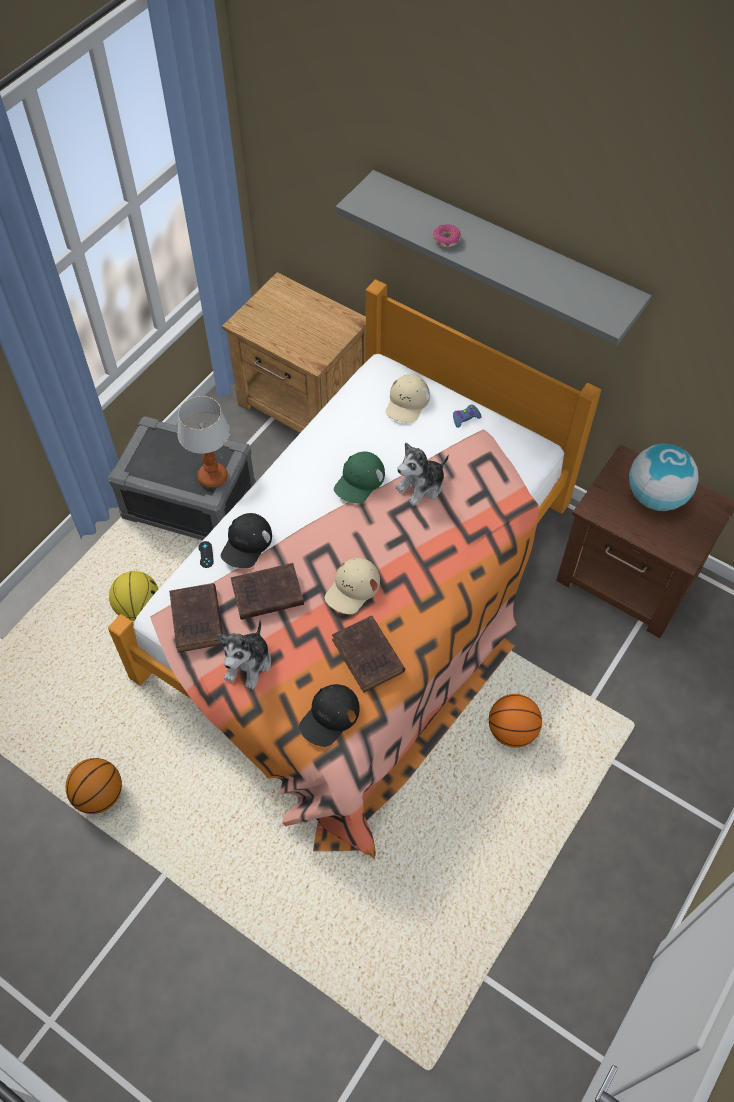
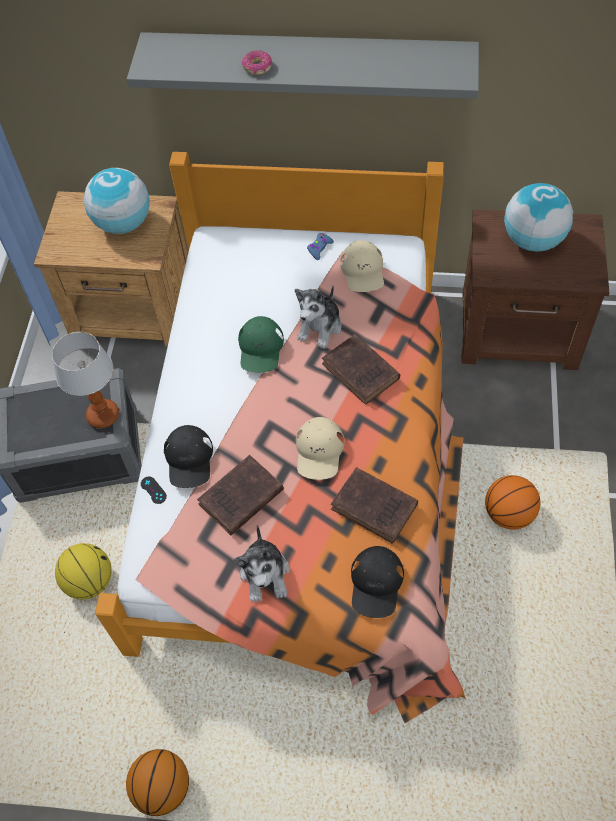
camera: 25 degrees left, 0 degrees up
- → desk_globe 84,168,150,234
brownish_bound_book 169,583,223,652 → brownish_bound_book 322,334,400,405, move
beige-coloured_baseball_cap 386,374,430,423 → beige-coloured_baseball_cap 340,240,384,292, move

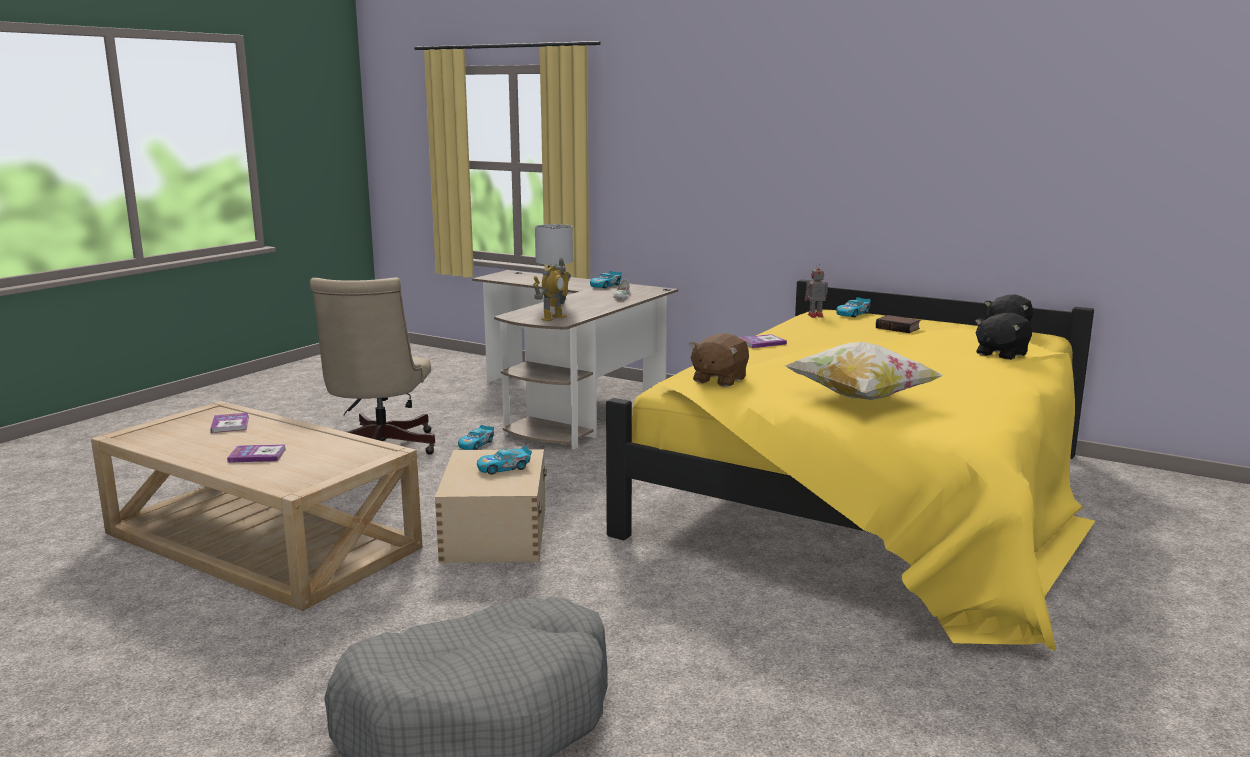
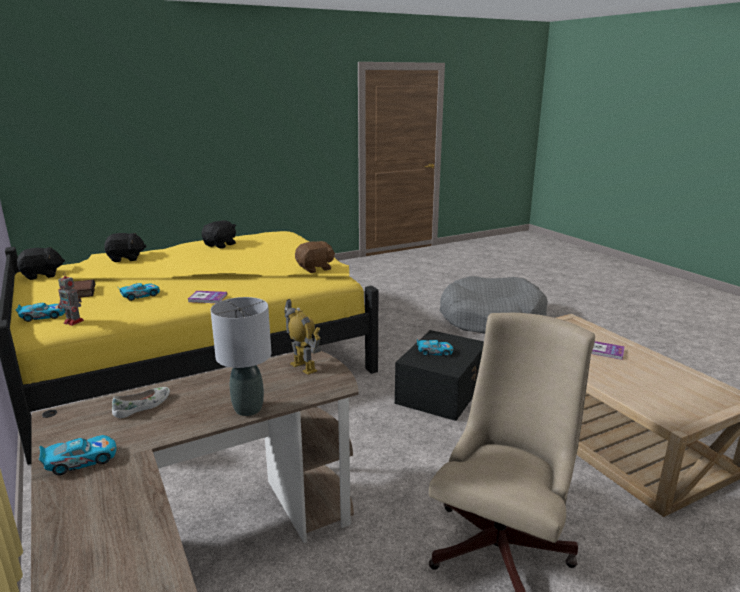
camera: 150 degrees left, 5 degrees up
bound_book 210,413,249,433 → -
throw_pillow 783,342,944,400 → -
- → black-coloured_cuddly_toy 201,220,236,248
model_car 458,425,494,450 → model_car 117,283,160,301, move
beige-coloured_storage_container 435,449,547,563 → black-coloured_storage_container 395,330,484,421
toy_robot 533,258,571,321 → toy_robot 284,299,321,375, 75 degrees clockwise

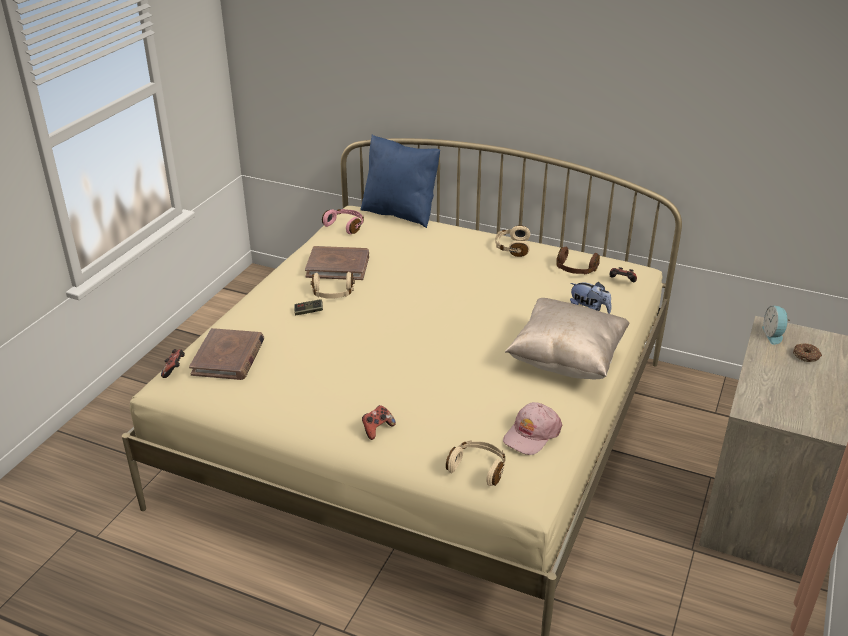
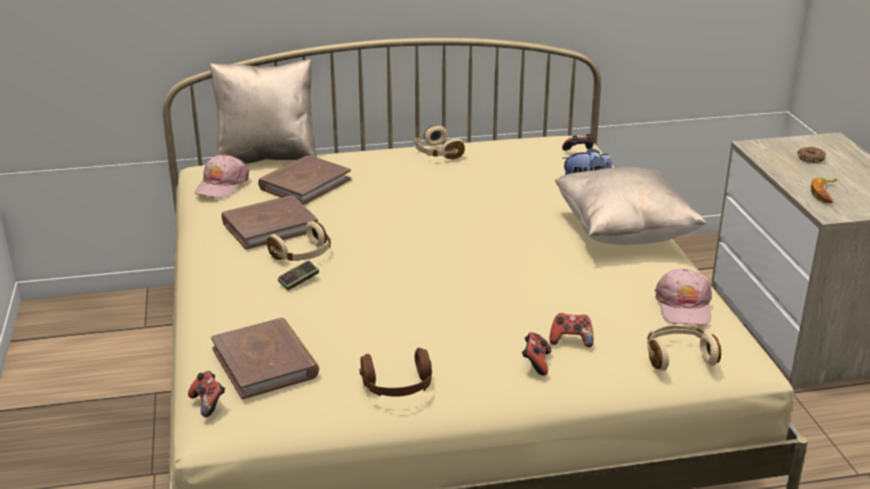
camera: 35 degrees left, 5 degrees down
table_clock 762,305,790,345 → -
- → brownish_bound_book 258,155,351,205
- → gamepad 549,313,593,347
- → banana 811,178,838,203
brownish_headset 556,247,600,275 → brownish_headset 360,348,432,397, move
pinkish_headset 322,209,364,234 → pinkish_baseball_cap 195,154,249,198
blue_throw_pillow 360,135,440,228 → beige-coloured_throw_pillow 209,59,317,164

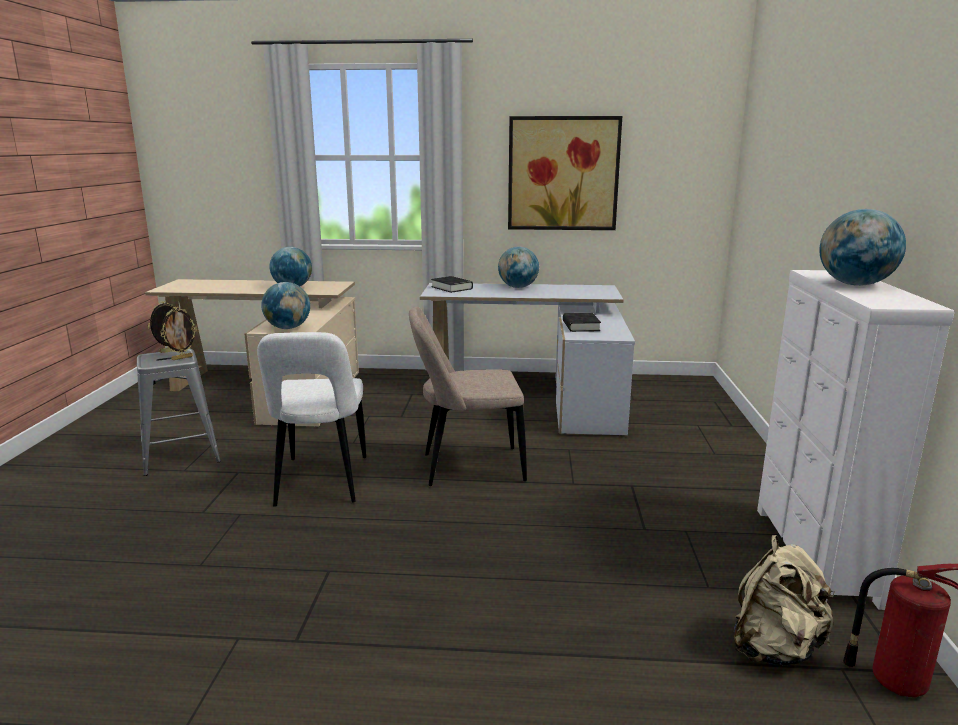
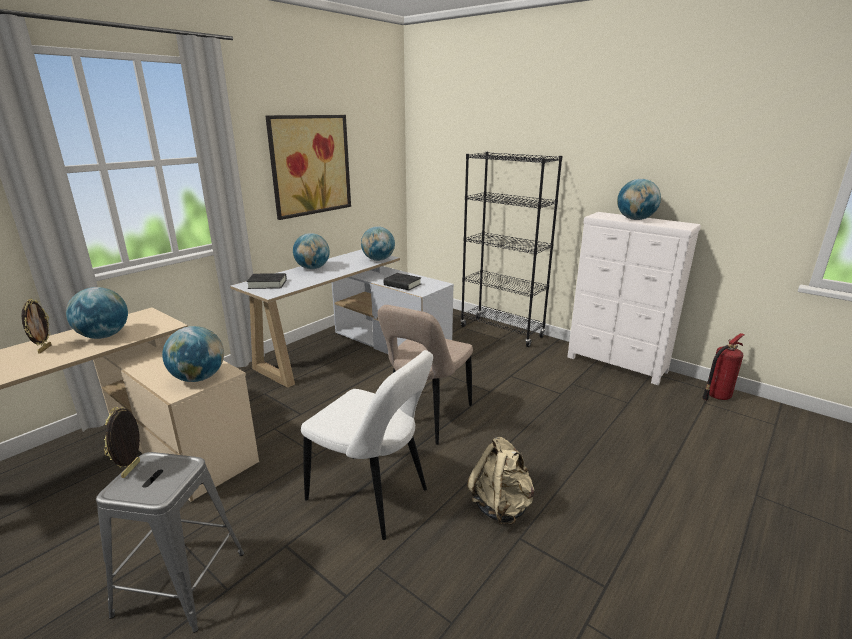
camera: 55 degrees left, 5 degrees up
- → desk_globe 361,226,395,261
- → black-coloured_bookshelf 460,152,563,347
photo_frame 160,307,197,360 → photo_frame 21,299,51,354, move
beige-coloured_knapsack 734,535,835,666 → beige-coloured_knapsack 467,437,534,525, move

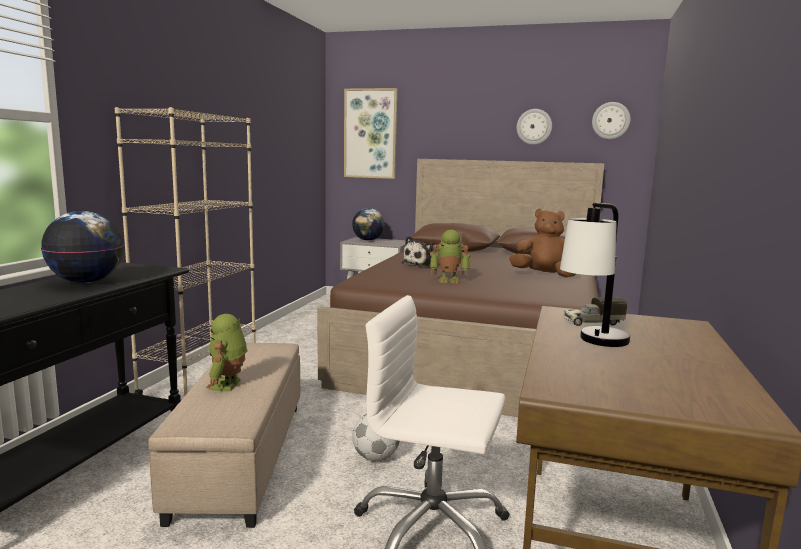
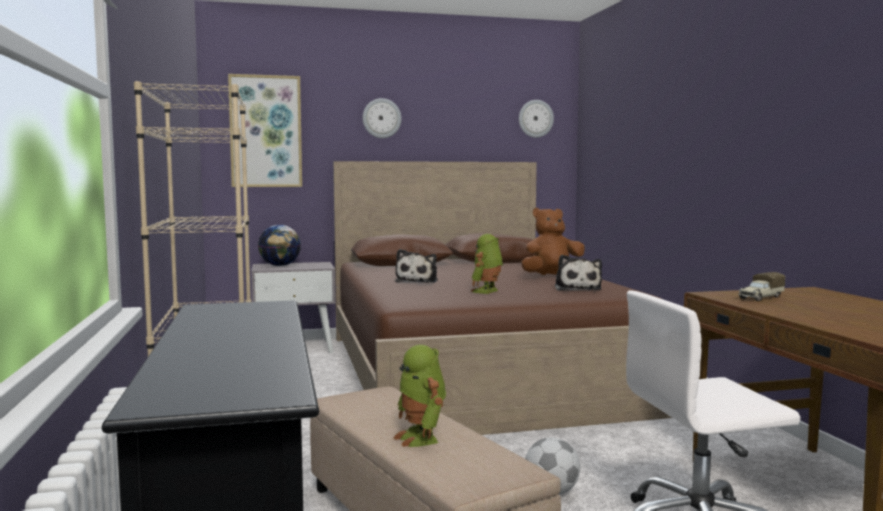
camera: 30 degrees left, 5 degrees down
desk_globe 41,211,123,283 → -
tabletop_lamp 560,203,630,347 → -
- → cuddly_toy 555,255,602,291
wall_clock 517,109,552,145 → wall_clock 363,98,402,138, move
toy_robot 430,230,470,284 → toy_robot 470,234,503,294, 150 degrees clockwise

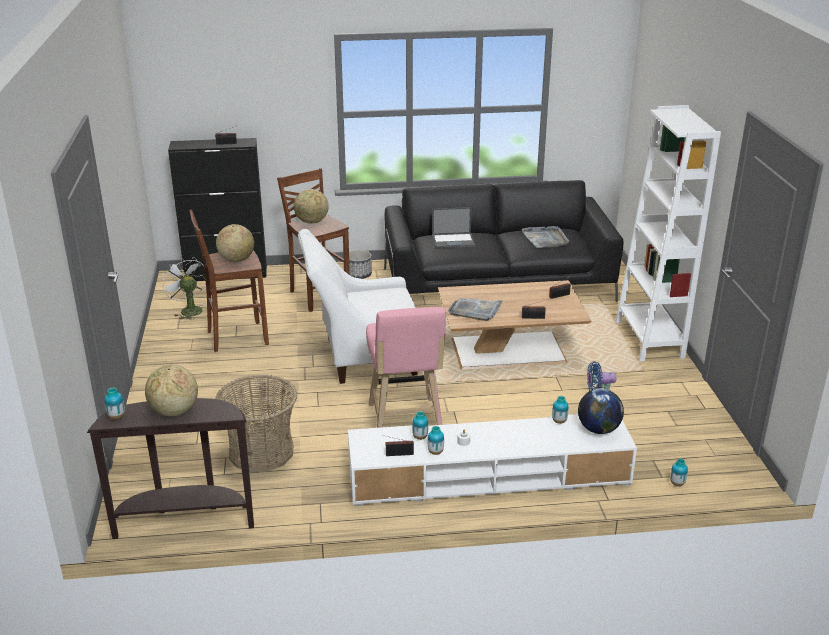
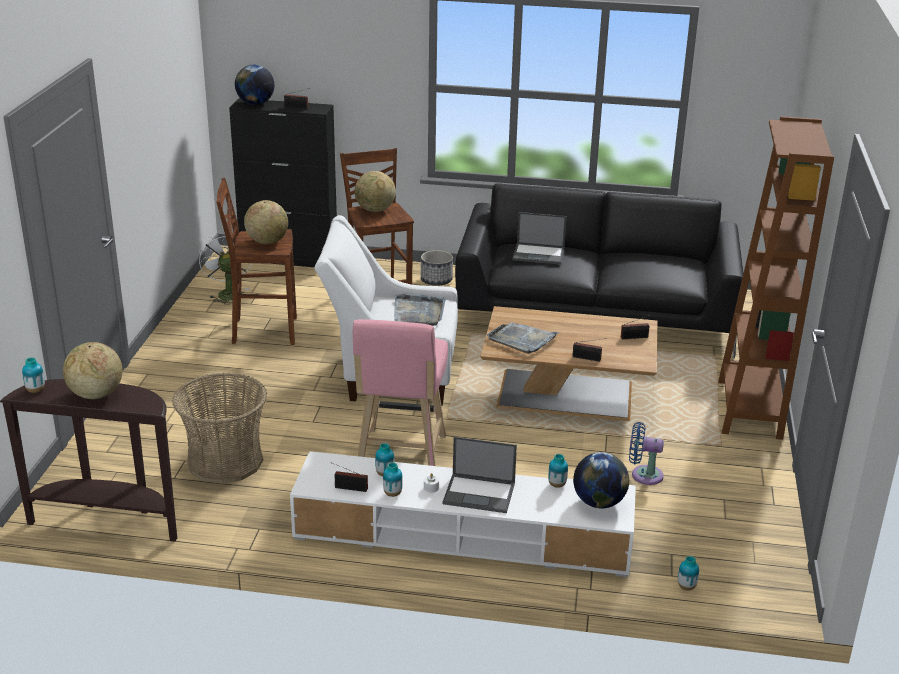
camera: 15 degrees right, 0 degrees up
- → desk_globe 235,65,274,105
- → laptop 443,437,517,513
grey_serving_tray 522,226,569,248 → grey_serving_tray 394,294,445,326, move
whitish_bookshelf 616,105,721,361 → brownish_bookshelf 718,116,834,440

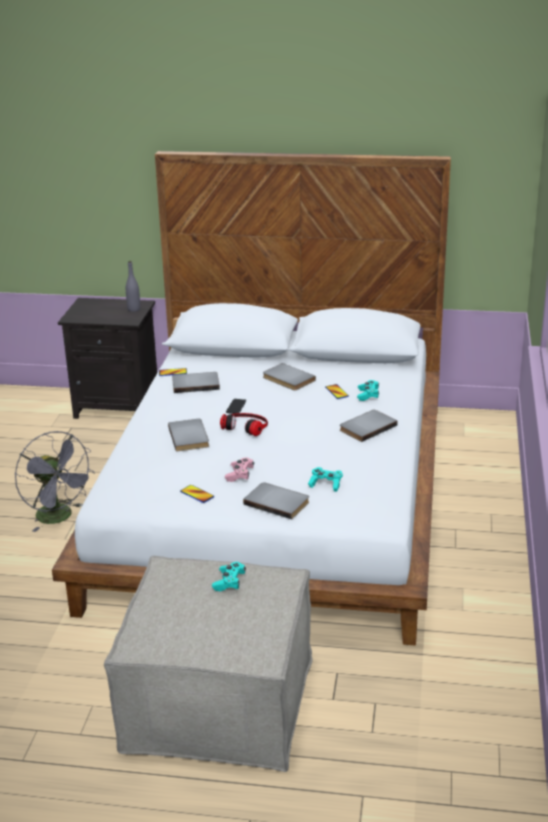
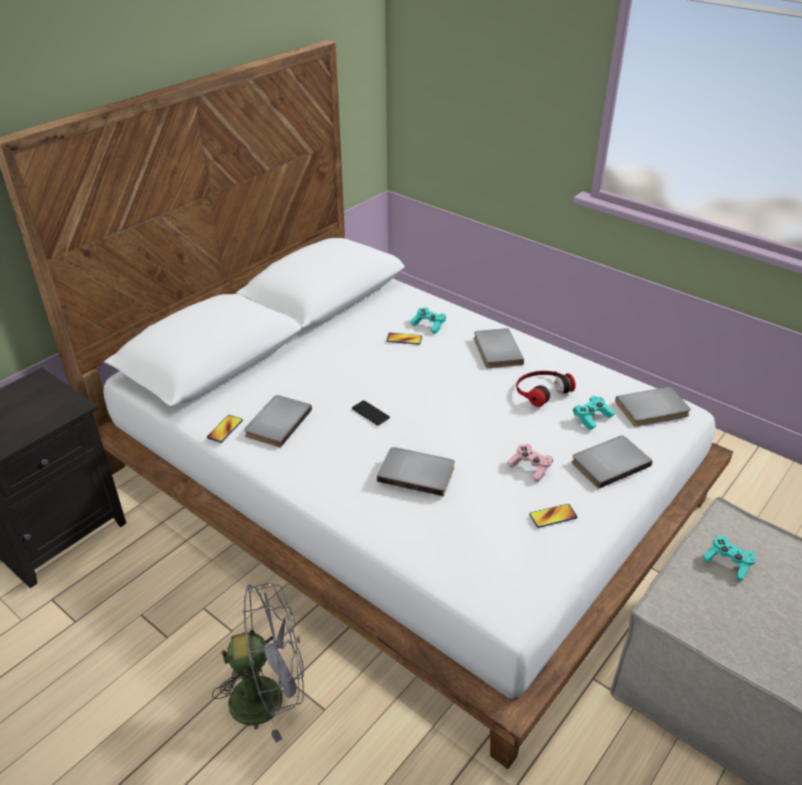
camera: 60 degrees left, 10 degrees up
grey_bottle 126,261,140,312 → -
headset 220,413,268,436 → headset 516,371,576,407, move
grey_bound_book 263,363,316,390 → grey_bound_book 615,386,691,426, move

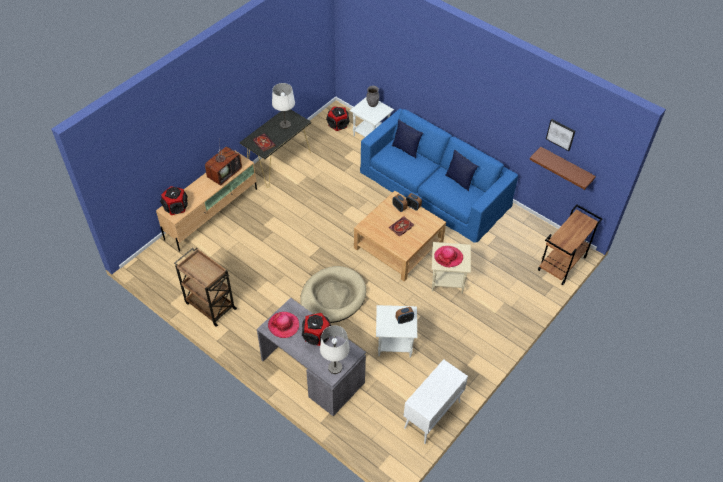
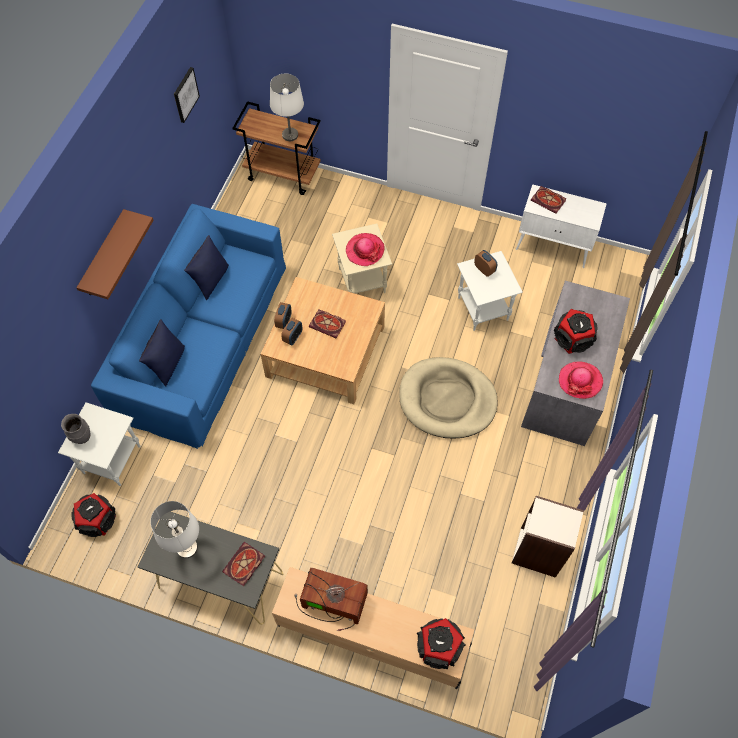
camera: 110 degrees left, 10 degrees up
- → bound_book 531,186,566,213
whitish_tabletop_lamp 320,325,350,374 → whitish_tabletop_lamp 270,74,304,141, move
brownish_bracket_shelf 530,147,596,190 → brownish_bracket_shelf 76,209,154,299, move
brownish_wheeled_cart 174,248,237,327 → bookshelf 512,496,584,578

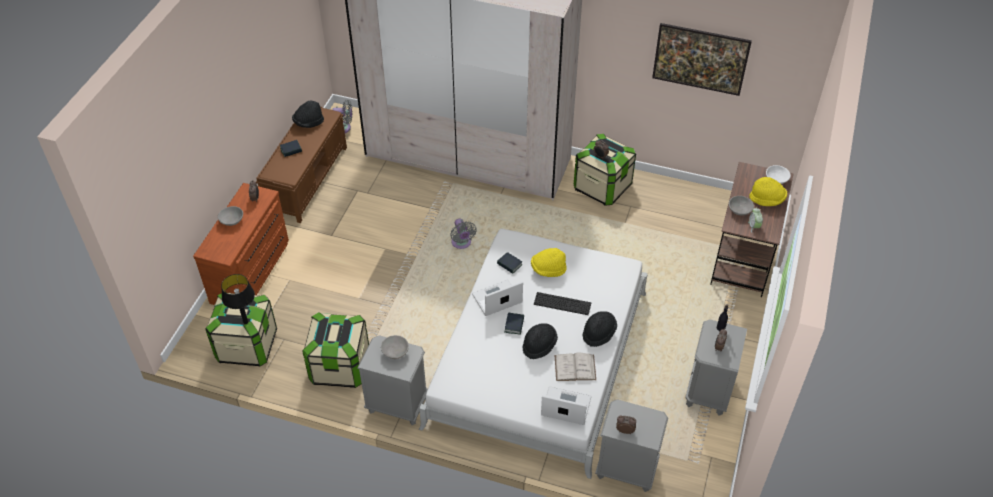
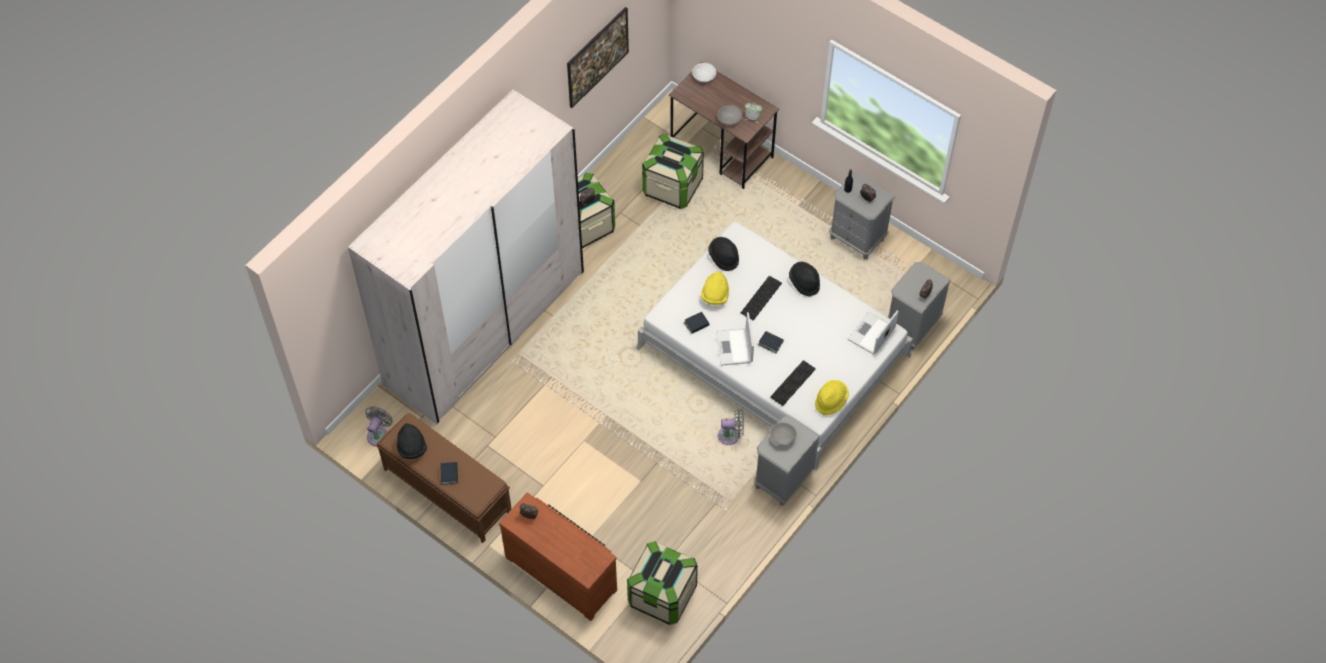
camera: 70 degrees left, 10 degrees up
grey_deep_dish 218,206,243,226 → -
black-coloured_tabletop_lamp 221,274,255,324 → -
whitish_bound_book 555,352,596,381 → -
- → keyboard 770,360,816,406
storage_container 302,312,369,388 → storage_container 642,134,704,209, move
grey_cooling_fan 450,218,477,249 → grey_cooling_fan 718,409,744,445, move
black-coloured_wearable_hat 523,323,558,359 → black-coloured_wearable_hat 708,237,739,271, move
yellowish_wearable_hat 749,177,787,206 → yellowish_wearable_hat 815,380,849,415, move

